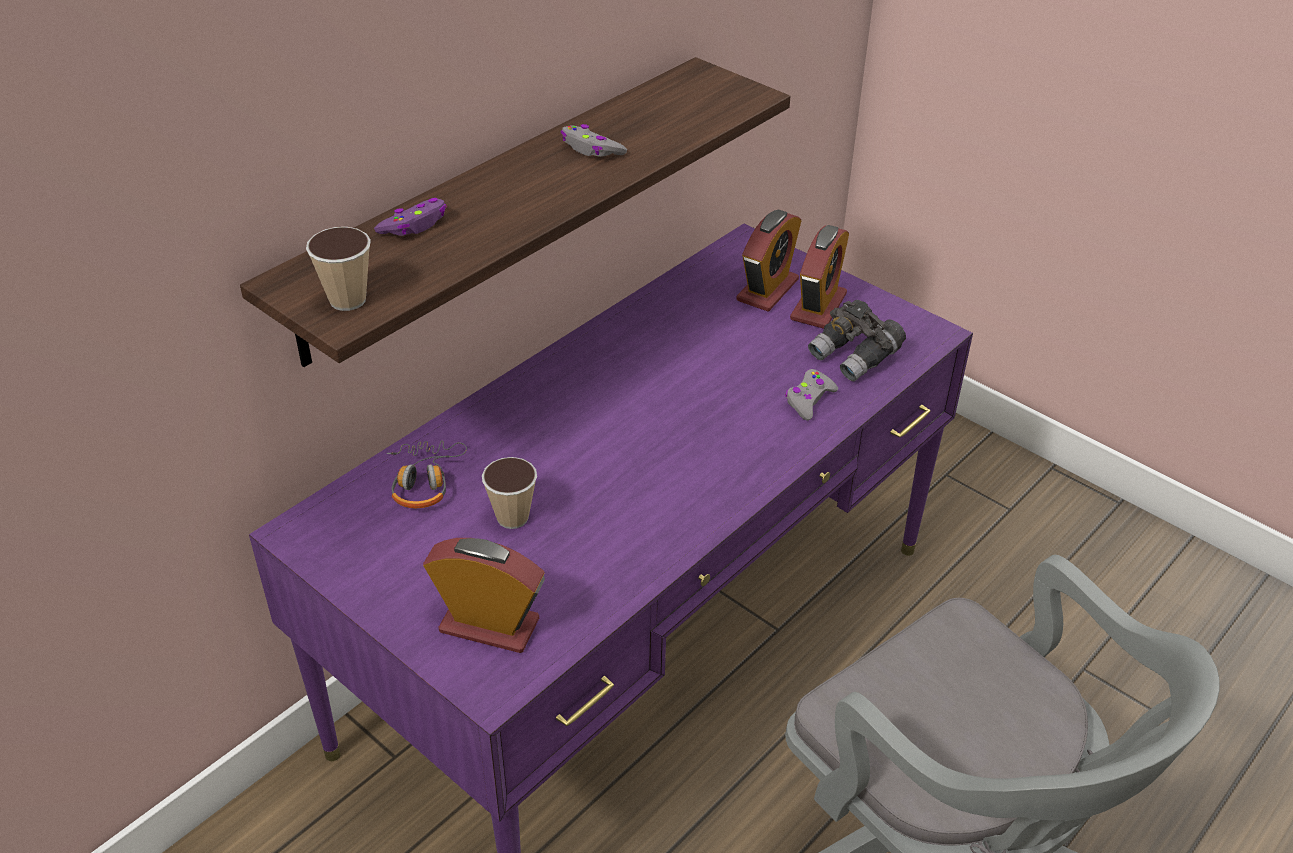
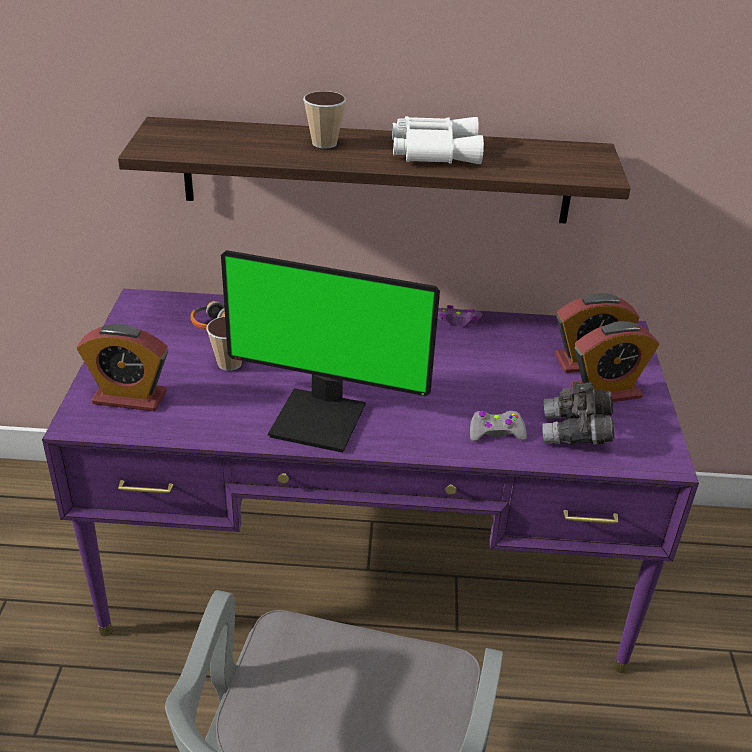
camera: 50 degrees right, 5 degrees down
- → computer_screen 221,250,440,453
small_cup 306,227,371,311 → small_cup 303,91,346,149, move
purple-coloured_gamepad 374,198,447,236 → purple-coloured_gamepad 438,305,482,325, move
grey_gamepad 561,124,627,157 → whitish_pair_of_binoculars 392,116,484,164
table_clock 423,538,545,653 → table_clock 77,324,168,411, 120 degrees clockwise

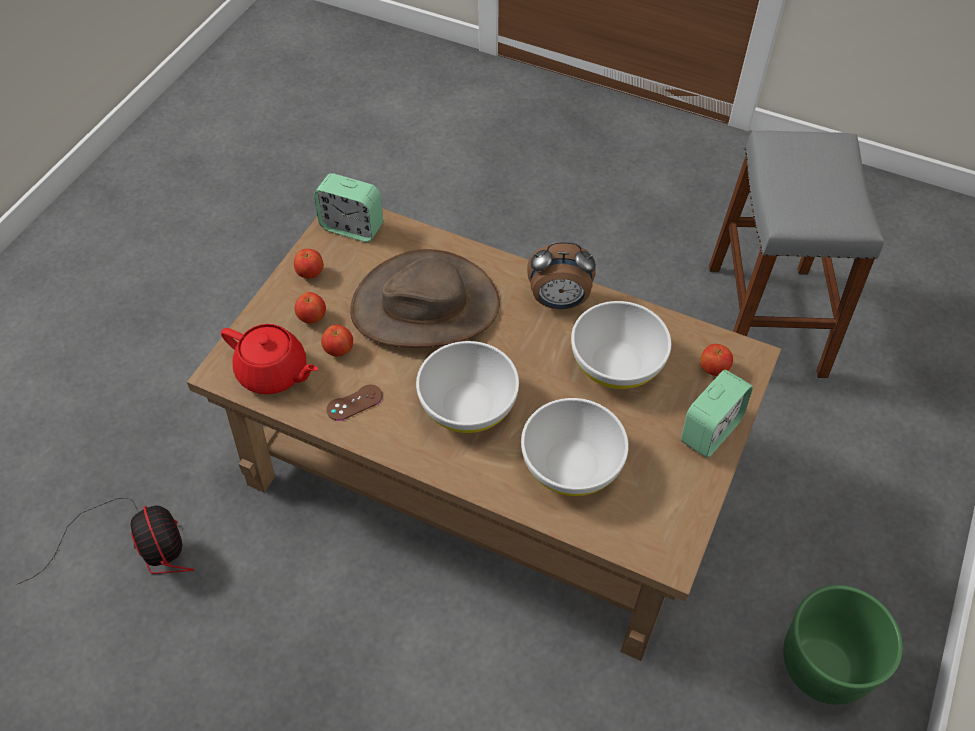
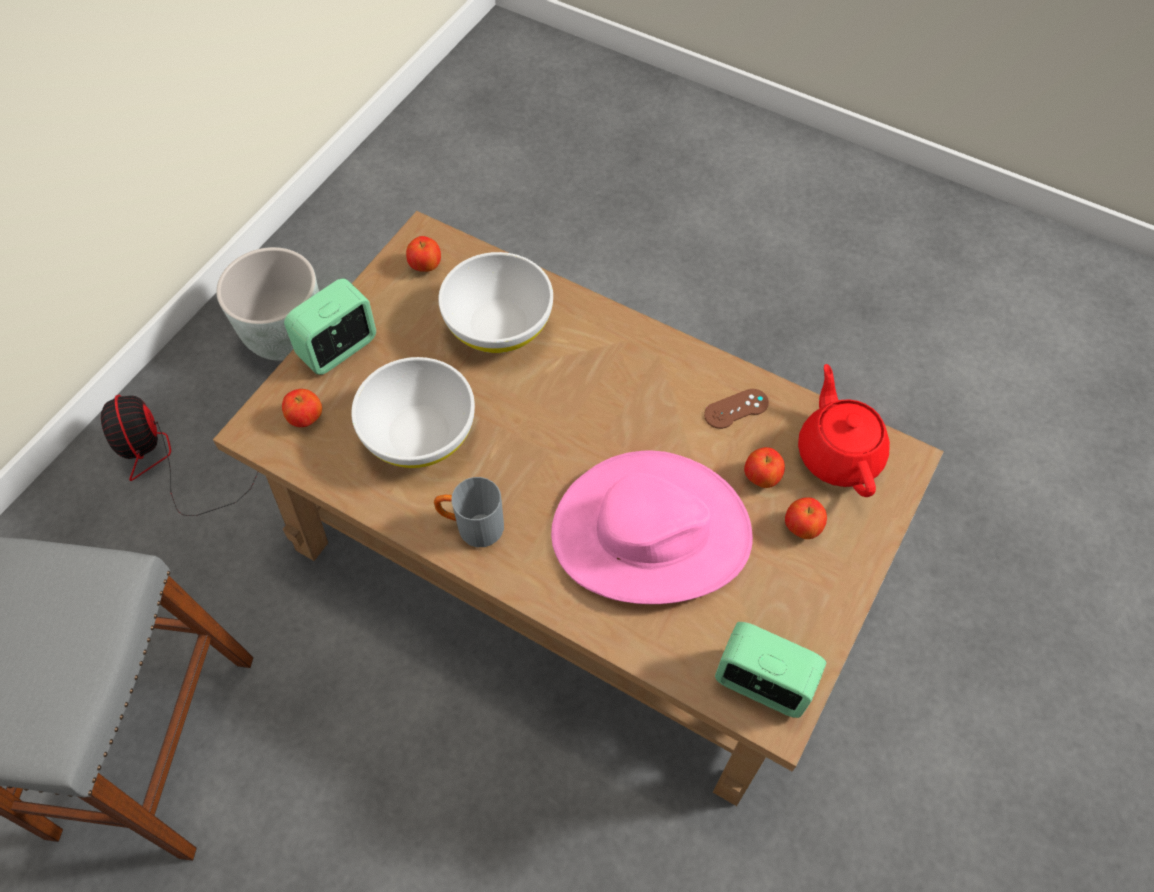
camera: 175 degrees left, 5 degrees up
whitish_deep_dish 416,341,519,433 → -
cooling_fan 16,498,194,585 → cooling_fan 101,395,258,516, move
whole_apple 294,249,324,279 → whole_apple 406,236,441,272, move
table_clock 527,242,596,309 → grey_tea_mug 434,477,504,547
brownish_wearable_hat 350,249,500,348 → pinkish_wearable_hat 551,450,753,604
green-coloured_flower_pot 783,585,903,705 → grey_flower_pot 216,247,319,361
reddish_pot_for_tea 221,324,318,394 → reddish_pot_for_tea 798,364,890,497, 45 degrees clockwise

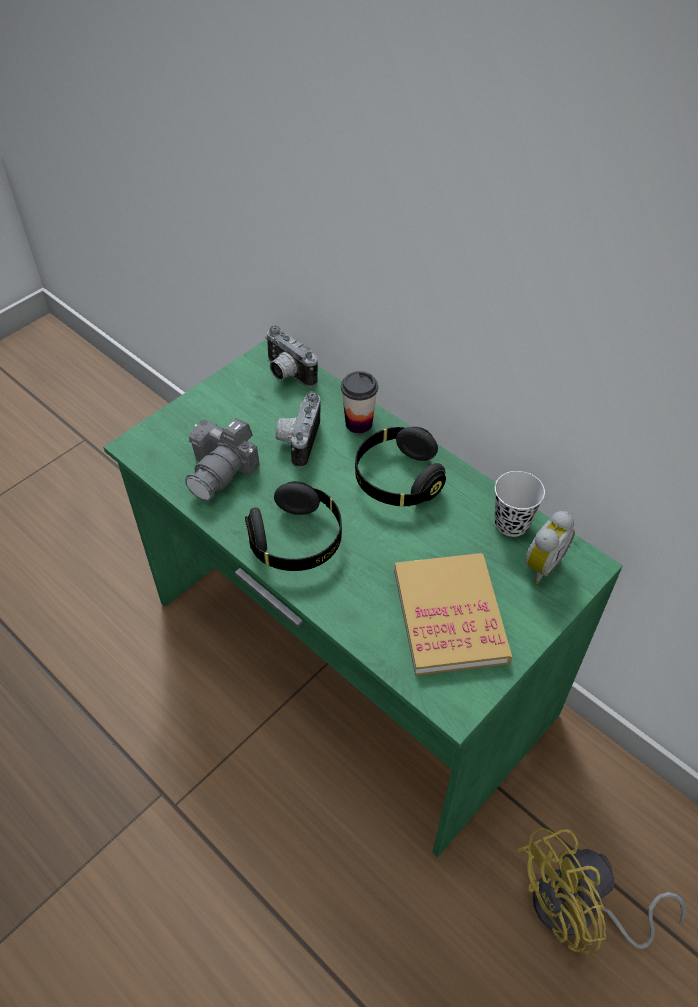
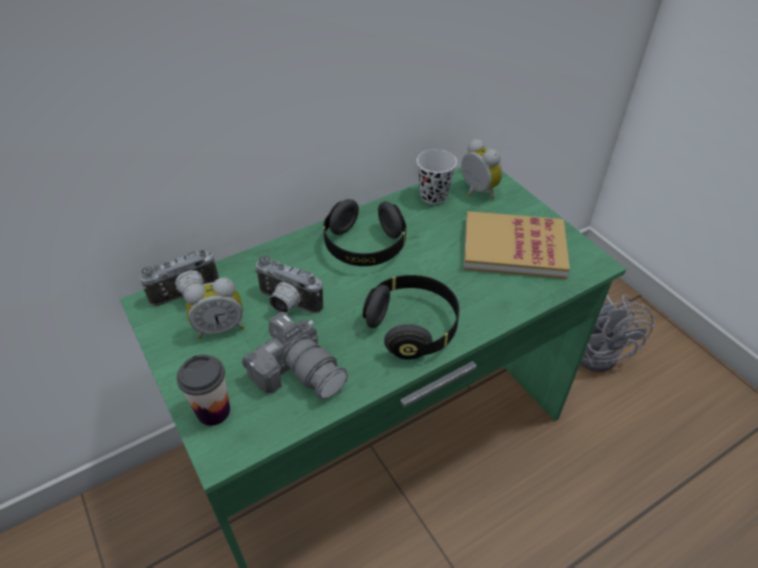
camera: 75 degrees left, 5 degrees down
- → table_clock 184,277,244,339
small_cup 341,371,378,434 → small_cup 177,354,230,426, move
yellowish_cooling_fan 517,828,686,955 → grey_cooling_fan 580,294,655,372

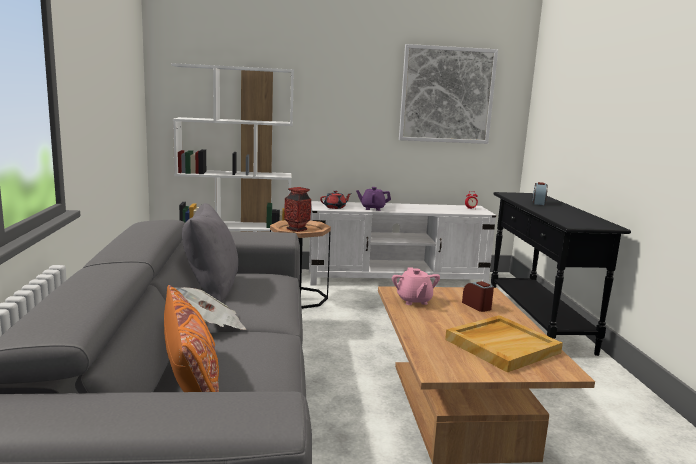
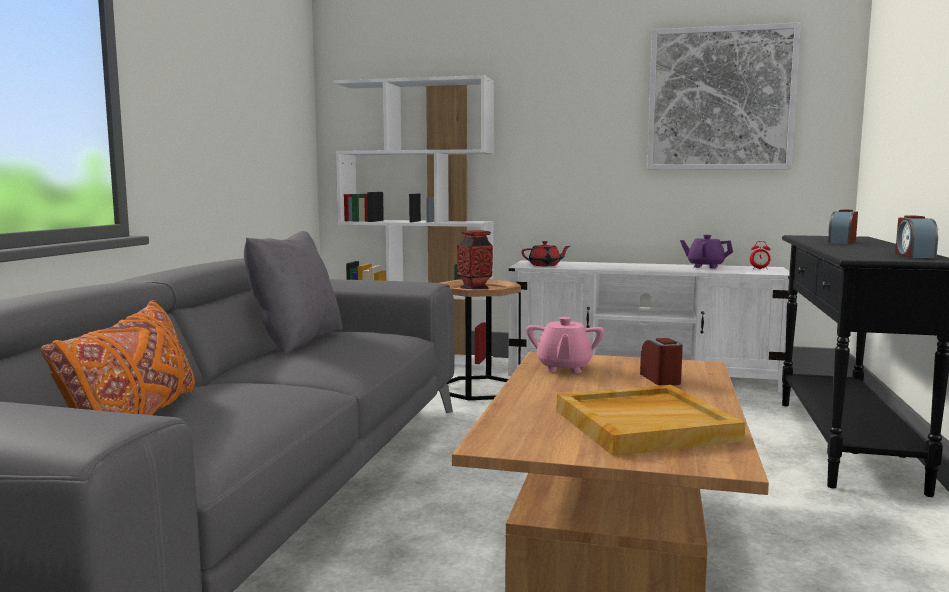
camera: 20 degrees right, 5 degrees down
printed_paper 174,287,246,330 → -
- → table_clock 895,216,938,258
purple-coloured_pot_for_tea 356,187,391,211 → purple-coloured_pot_for_tea 680,235,733,268, move

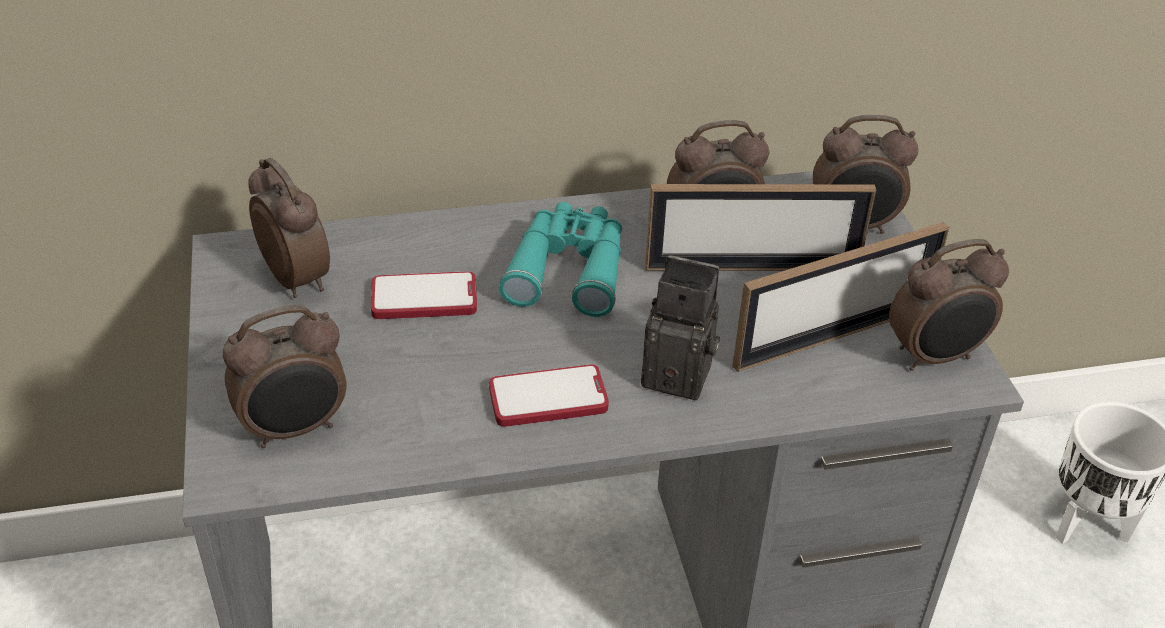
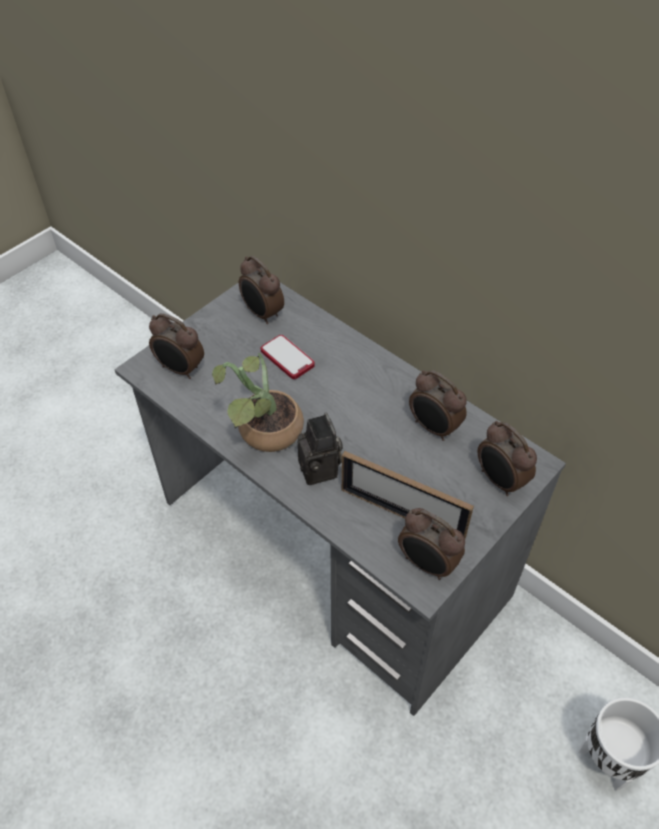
camera: 55 degrees right, 10 degrees up
turquoise_pair_of_binoculars 499,202,622,317 → -
photo_frame 645,184,876,271 → -
phone 489,364,609,427 → houseplant 212,353,304,452
table_clock 248,158,330,298 → table_clock 239,256,284,324, 120 degrees clockwise

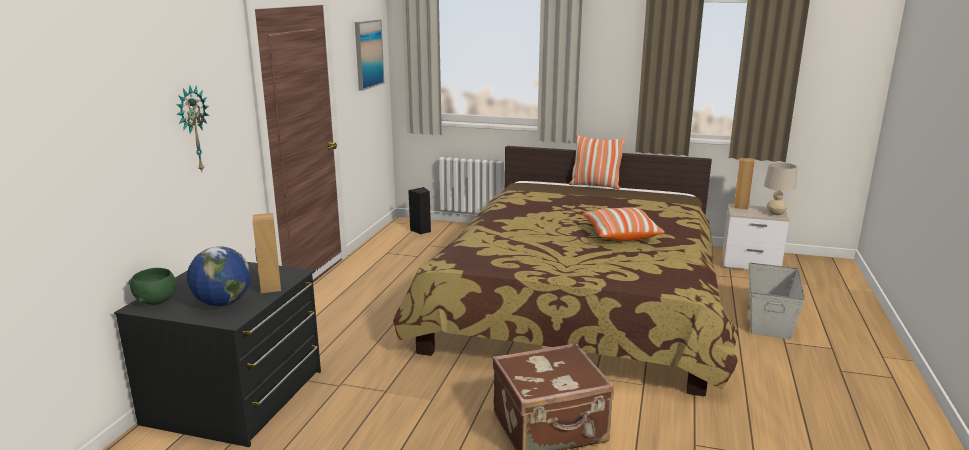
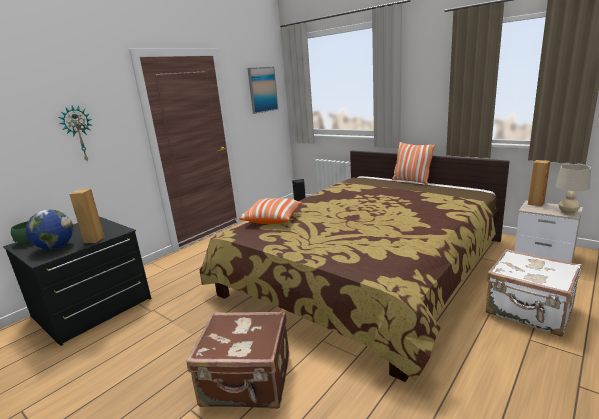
camera: 25 degrees right, 0 degrees up
throw_pillow 583,207,665,241 → throw_pillow 239,198,302,224, move
grey_storage_container 749,263,805,339 → whitish_piece_of_luggage 486,249,582,337

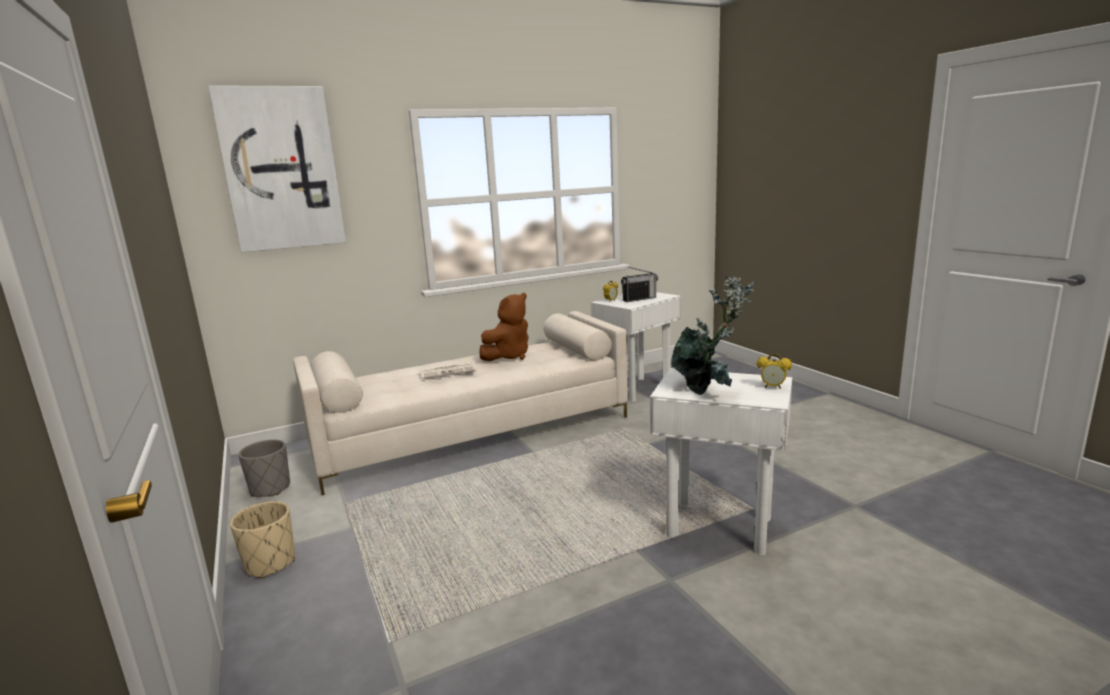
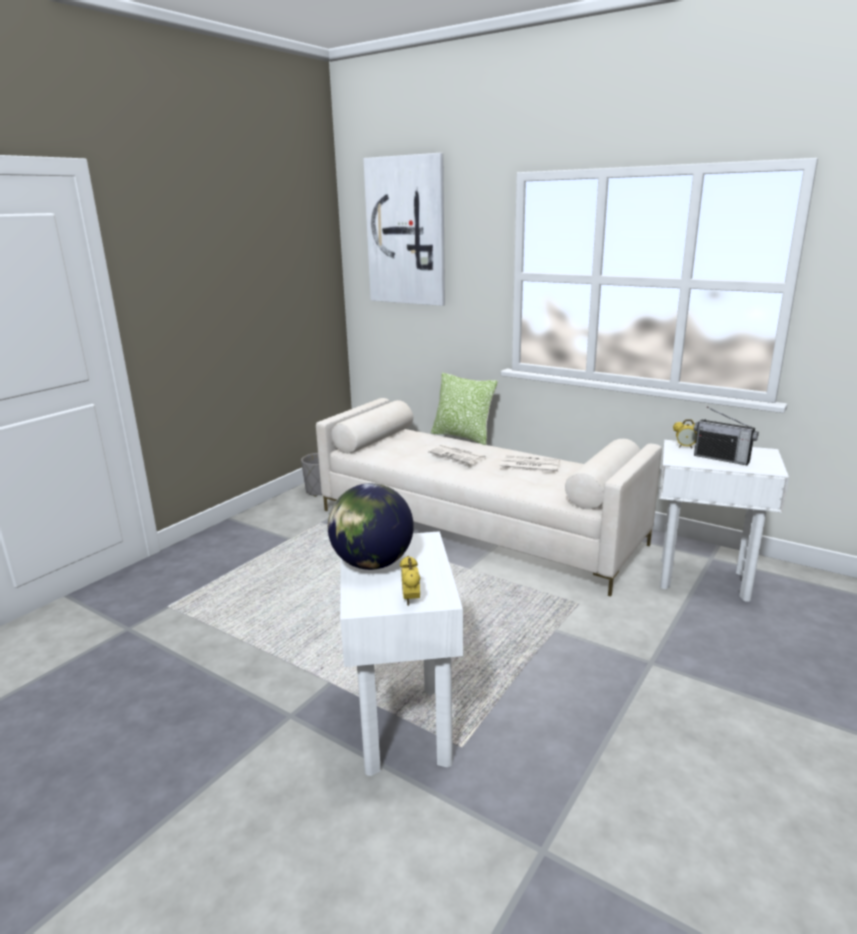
camera: 60 degrees right, 5 degrees up
beige-coloured_flower_pot 230,501,295,578 → -
- → throw_pillow 431,373,498,445
brownish_cuddly_toy 479,293,529,361 → printed_paper 499,455,560,473
houseplant 671,276,754,395 → desk_globe 328,483,414,570

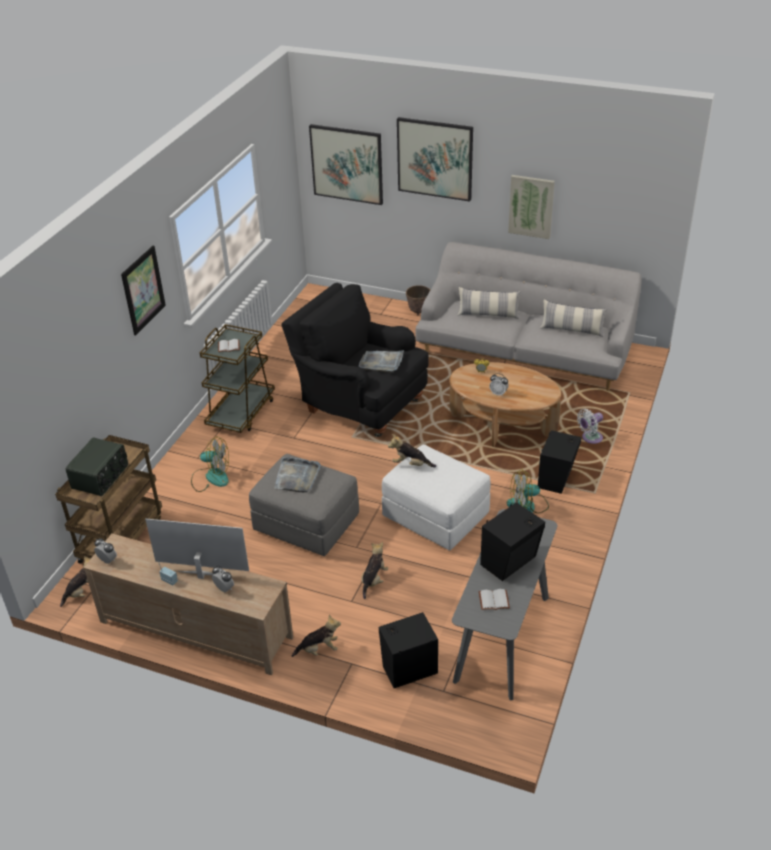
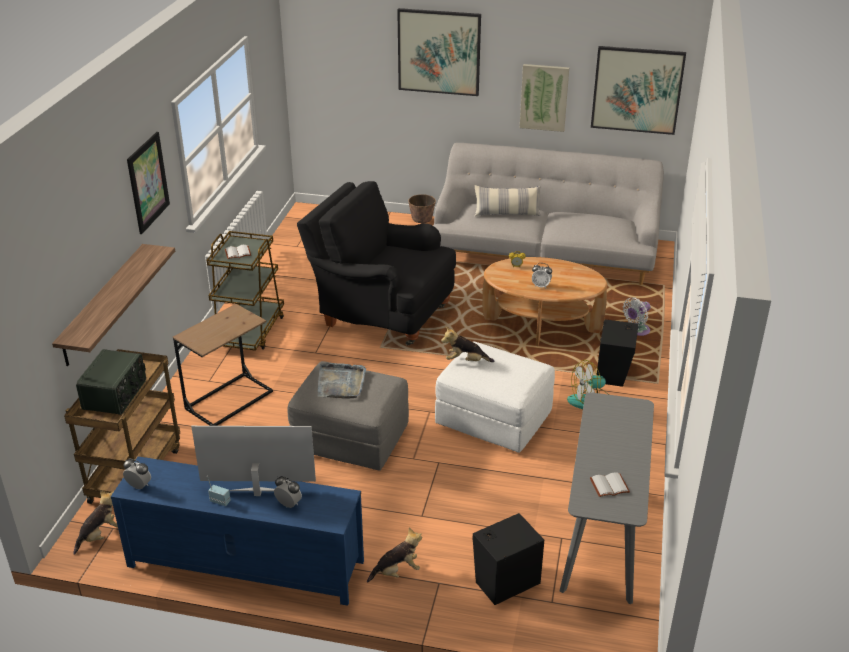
camera: 10 degrees left, 5 degrees down
grey_serving_tray 359,350,404,373 → -
cuddly_toy 361,542,388,599 → -
black-coloured_audio_speaker 480,502,545,581 → -
throw_pillow 540,299,607,337 → -
- → bracket_shelf 52,244,175,366
picture 309,124,383,205 → picture 591,46,686,135, move
cooling_fan 191,436,229,492 → brownish_accent_table 173,304,273,426
beige-coloured_tv_stand 84,533,293,675 → blue_tv_stand 111,456,364,606

